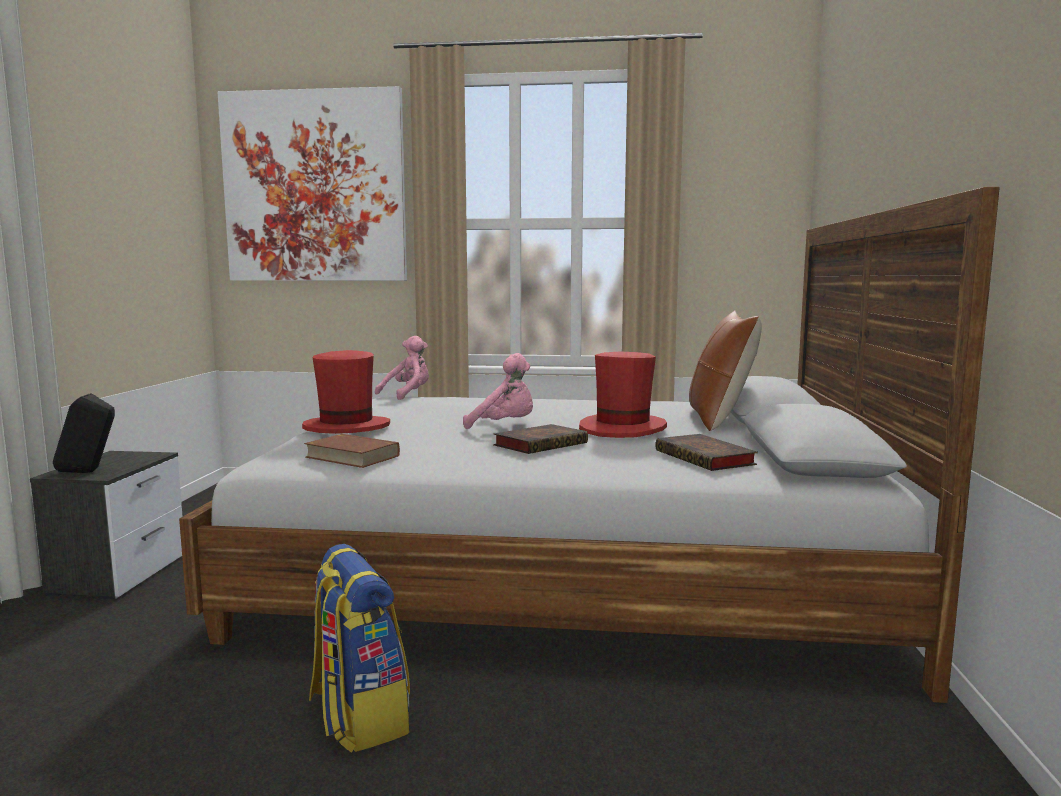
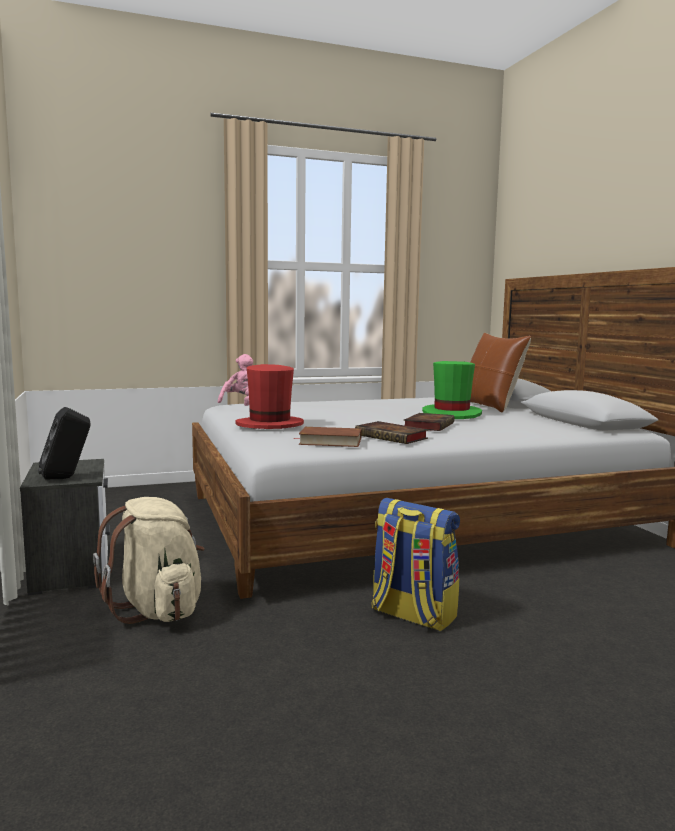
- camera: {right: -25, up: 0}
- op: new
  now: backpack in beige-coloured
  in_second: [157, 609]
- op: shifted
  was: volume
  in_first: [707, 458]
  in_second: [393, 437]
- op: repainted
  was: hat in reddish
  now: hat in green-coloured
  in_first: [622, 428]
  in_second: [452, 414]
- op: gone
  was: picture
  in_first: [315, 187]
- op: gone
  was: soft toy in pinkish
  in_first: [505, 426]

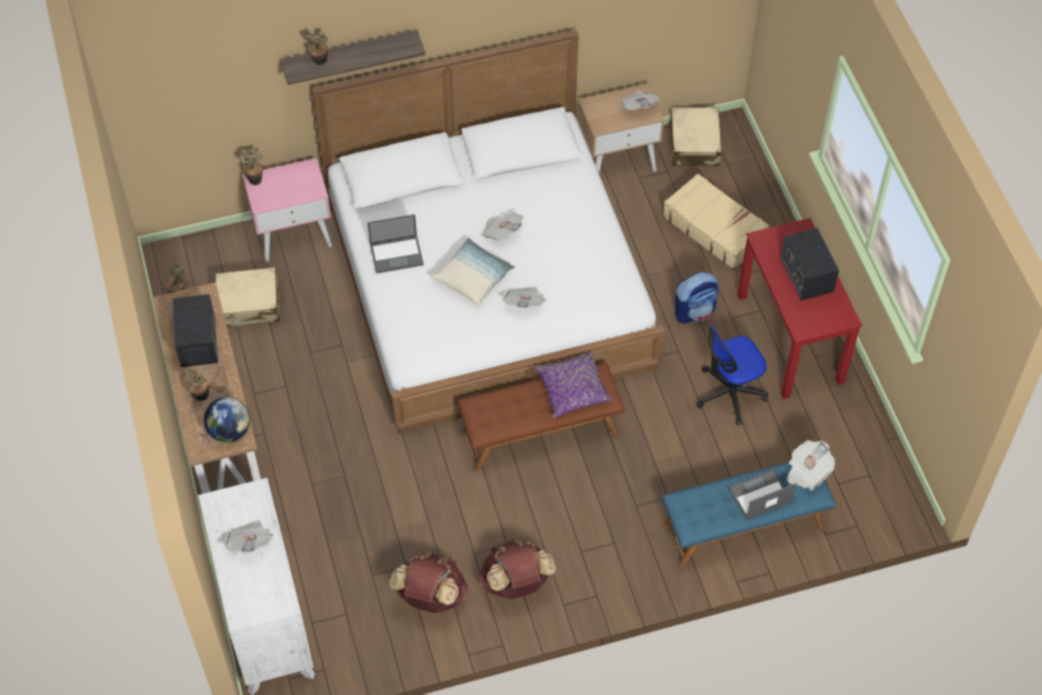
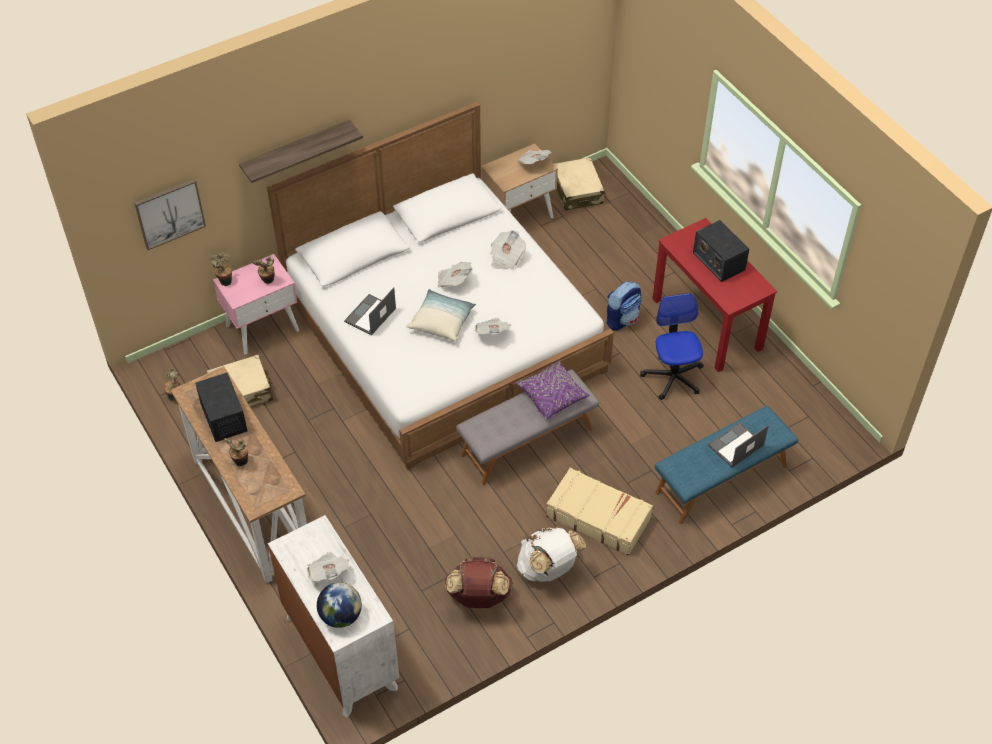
- camera: {right: -15, up: -5}
- op: new
  now: picture
  in_second: [169, 213]
- op: shifted
  was: plant in a pot
  in_first: [319, 61]
  in_second: [267, 281]
- op: shifted
  was: globe
  in_first: [230, 431]
  in_second: [341, 616]
- op: rotated
  was: laptop
  in_first: [397, 254]
  in_second: [370, 315]
  clockwise: 150
- op: repainted
  was: long seat in brown
  now: long seat in greyish
  in_first: [540, 431]
  in_second: [527, 441]
- op: shifted
  was: printed paper
  in_first: [807, 471]
  in_second: [506, 258]
- op: repainted
  was: backpack in brown
  now: backpack in white
  in_first: [516, 583]
  in_second: [548, 568]
- op: shifted
  was: piece of luggage in beige-coloured
  in_first: [714, 228]
  in_second: [598, 517]
- op: rotated
  was: desk chair
  in_first: [729, 393]
  in_second: [673, 377]
  clockwise: 120

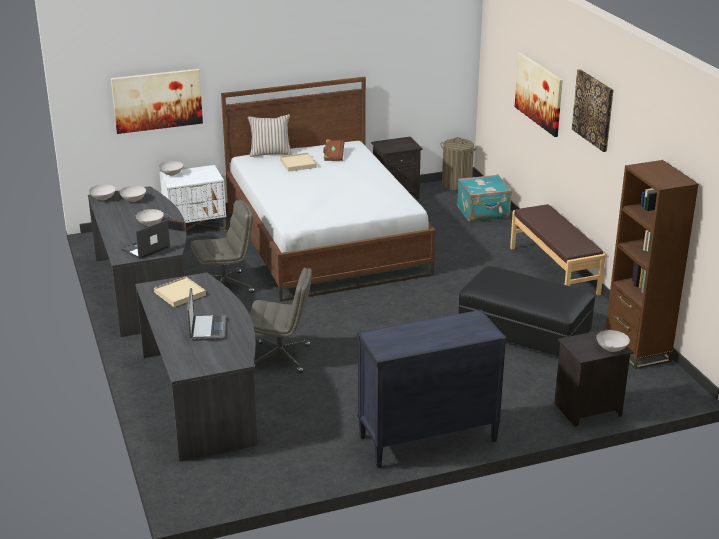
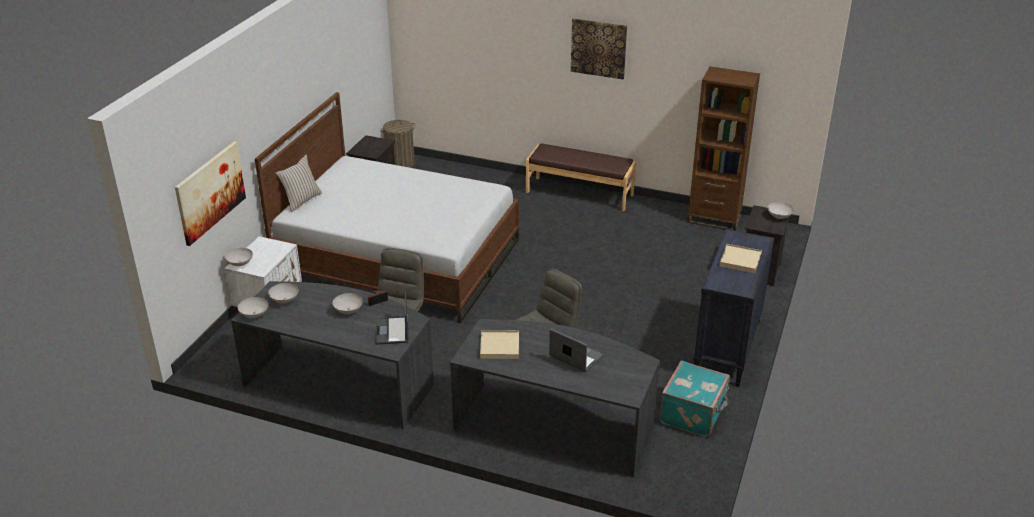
- camera: {right: -50, up: 5}
- op: shifted
  was: piece of luggage in blue-green
  in_first: [483, 213]
  in_second: [694, 414]
- op: shifted
  was: tray in beige-coloured
  in_first: [298, 164]
  in_second: [740, 260]
- op: gone
  was: volume in brown
  in_first: [333, 156]
- op: gone
  was: footrest in blackish
  in_first: [524, 331]
- op: gone
  was: picture
  in_first: [539, 93]

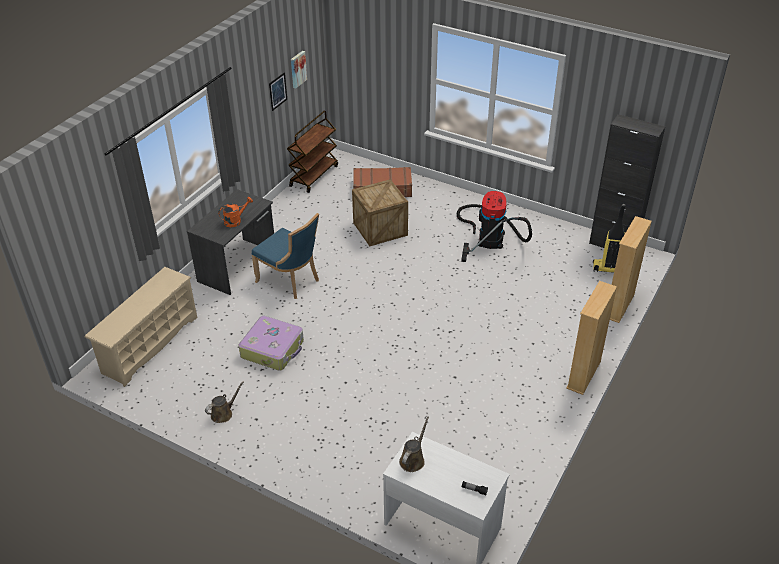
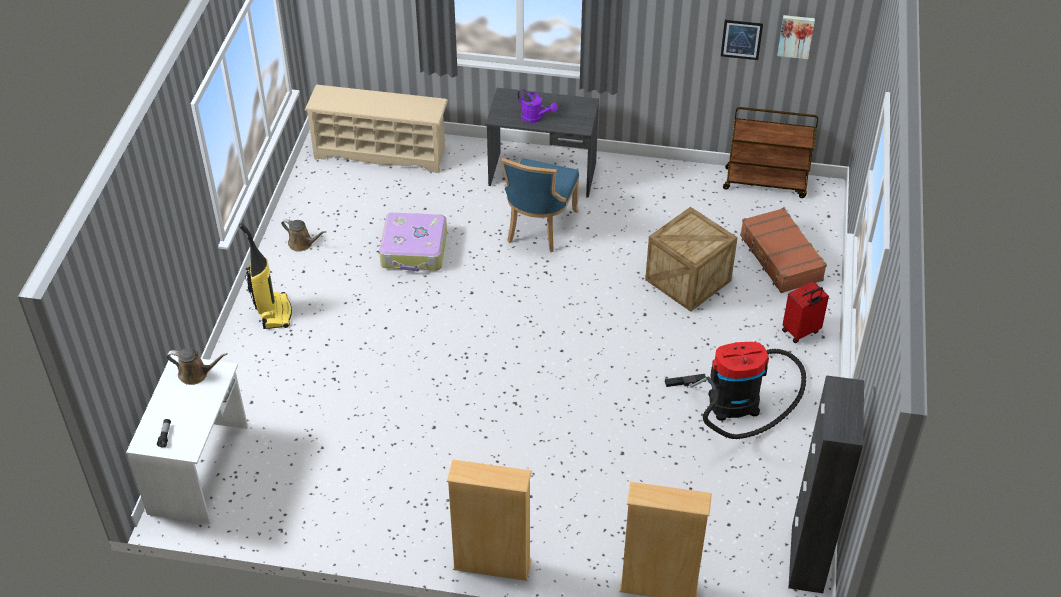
- camera: {right: 70, up: 5}
- op: shifted
  was: vacuum cleaner
  in_first: [608, 269]
  in_second: [274, 312]
- op: repainted
  was: sprinkling can in orange
  now: sprinkling can in purple-coloured
  in_first: [235, 221]
  in_second: [535, 118]
- op: new
  now: piece of luggage in reddish
  in_second: [801, 332]

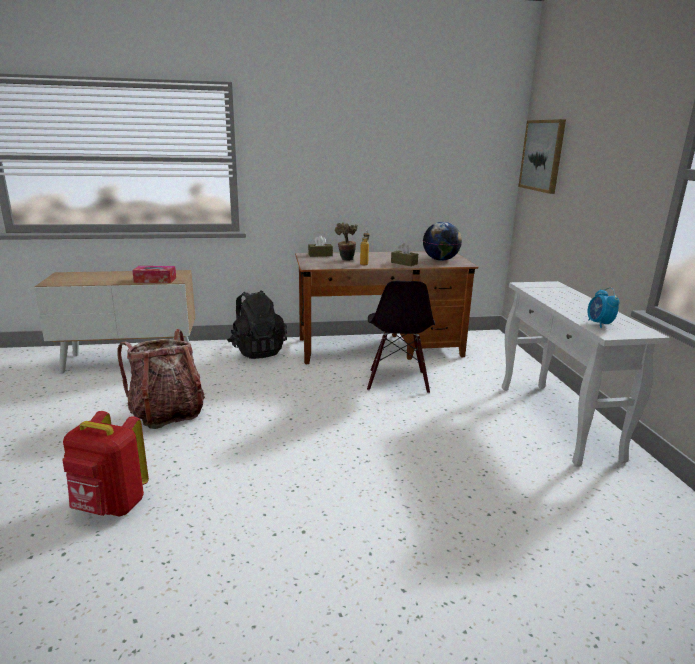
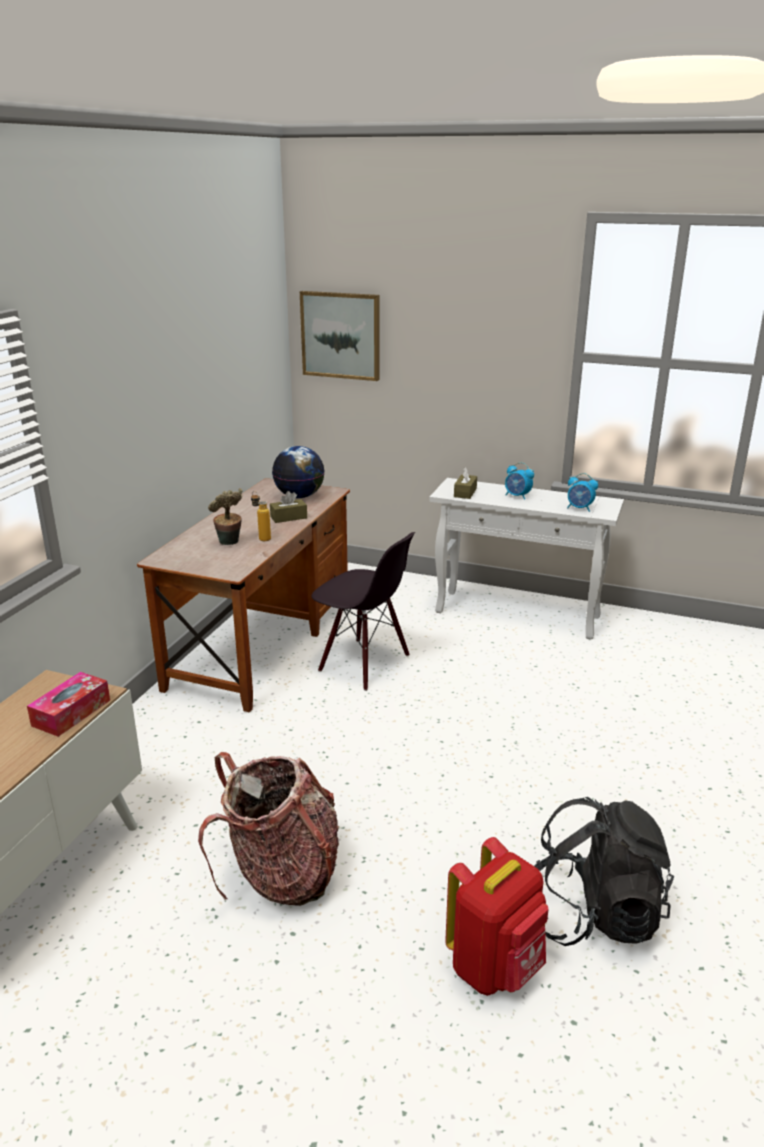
- camera: {right: -60, up: 5}
- op: shifted
  was: box of tissues in brown
  in_first: [320, 255]
  in_second: [465, 492]
- op: new
  now: bedside clock
  in_second: [517, 496]
- op: shifted
  was: backpack in blackish
  in_first: [257, 351]
  in_second: [594, 915]

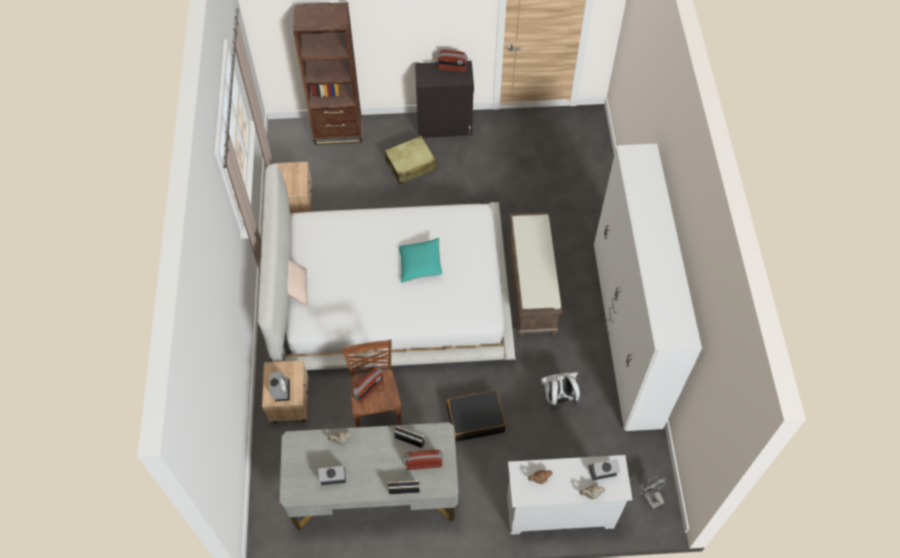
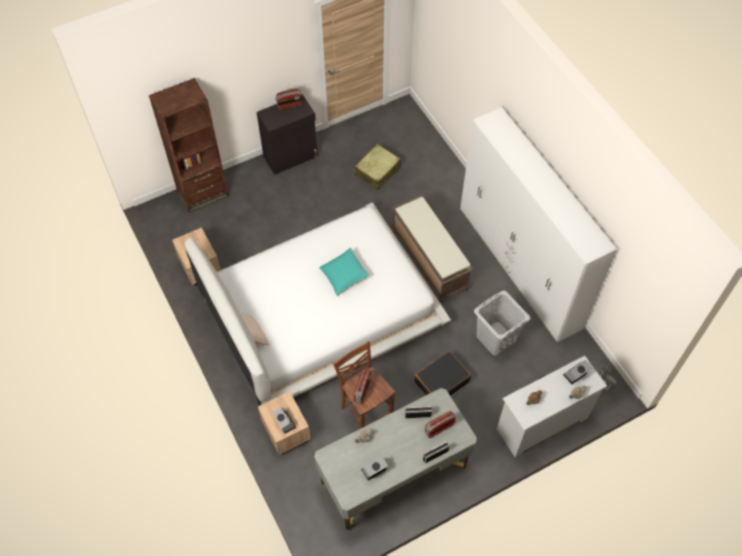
- camera: {right: -25, up: 0}
- op: shifted
  was: piece of luggage in beige-coloured
  in_first: [411, 165]
  in_second: [378, 171]
- op: swapped
  was: backpack in white
  now: washing basket in greyish
  in_first: [558, 399]
  in_second: [496, 338]

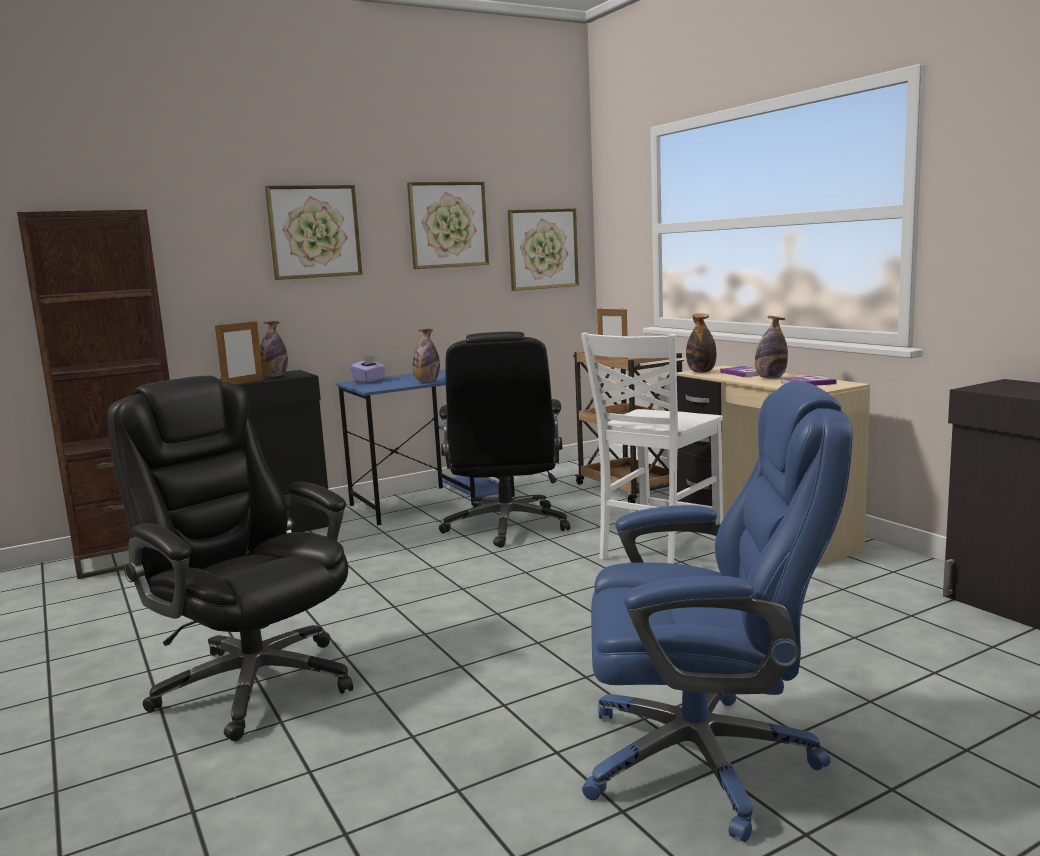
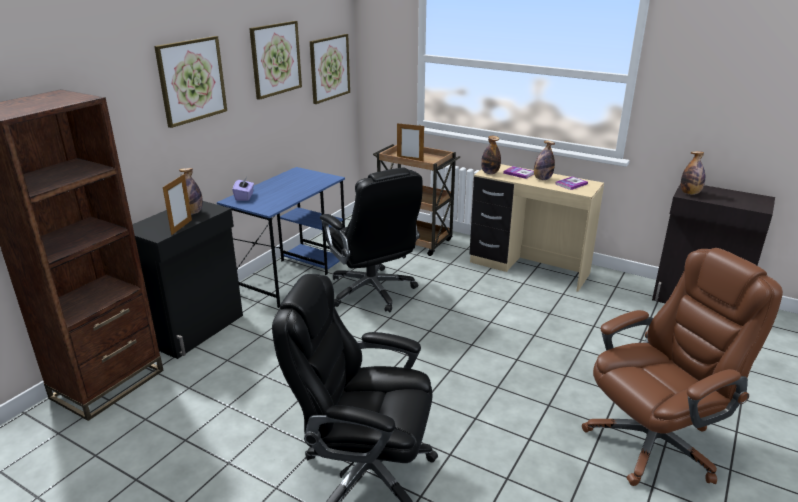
- camera: {right: -30, up: 15}
- op: repainted
  was: desk chair in blue
  now: desk chair in brown
  in_first: [704, 759]
  in_second: [654, 442]
- op: shifted
  was: drink bottle
  in_first: [427, 381]
  in_second: [690, 193]
- op: gone
  was: upright chair in white
  in_first: [657, 550]

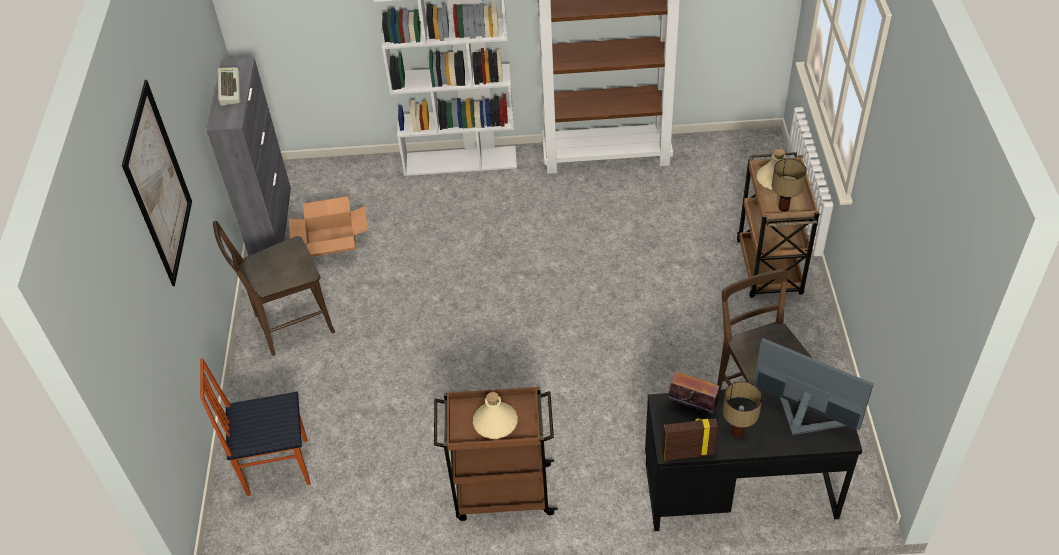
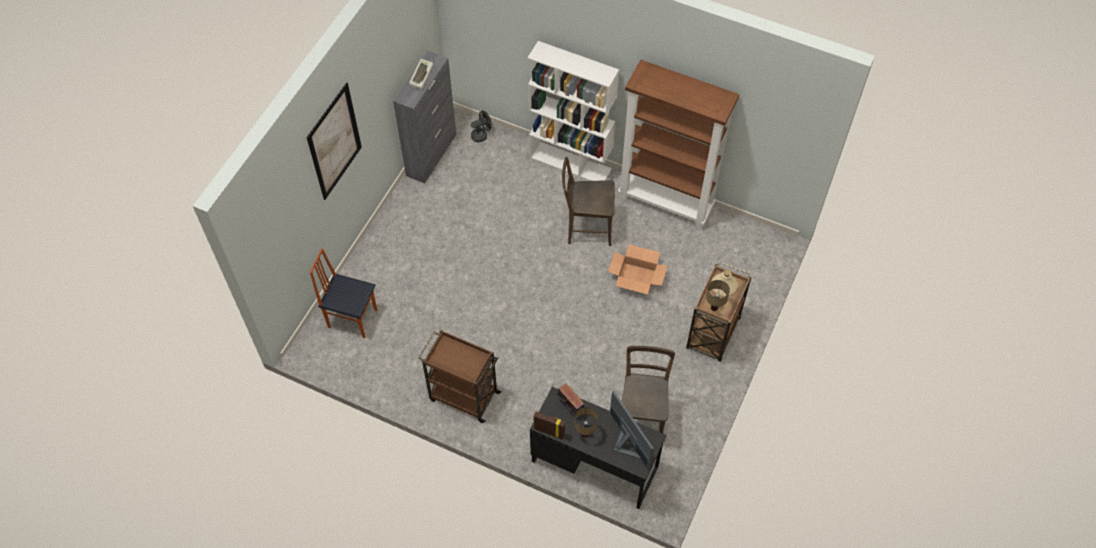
- camera: {right: 25, up: 10}
- op: new
  now: fan in blackish
  in_second: [481, 135]
- op: shifted
  was: upright chair in brown
  in_first: [289, 325]
  in_second: [586, 228]
- op: shifted
  was: carton
  in_first: [332, 240]
  in_second: [636, 277]
- op: gone
  was: drink bottle in beige-coloured
  in_first: [495, 422]

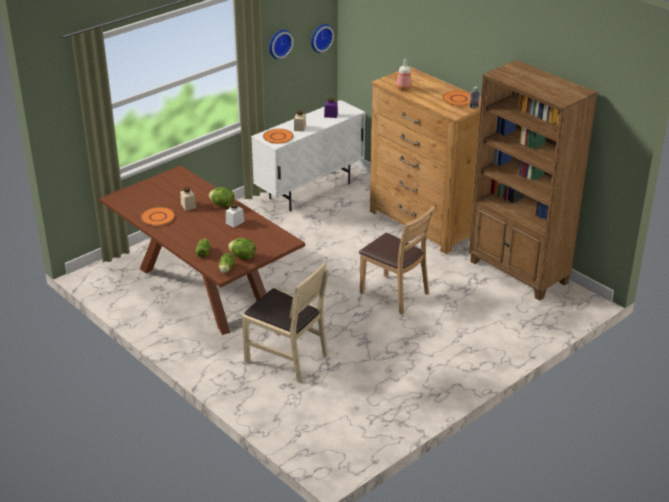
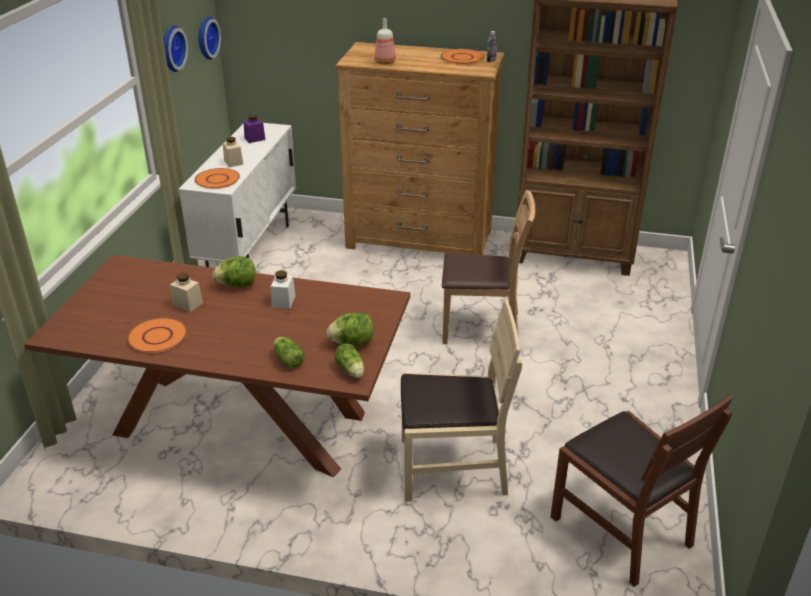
- camera: {right: -35, up: 0}
- op: new
  now: upright chair in brown
  in_second: [621, 529]

